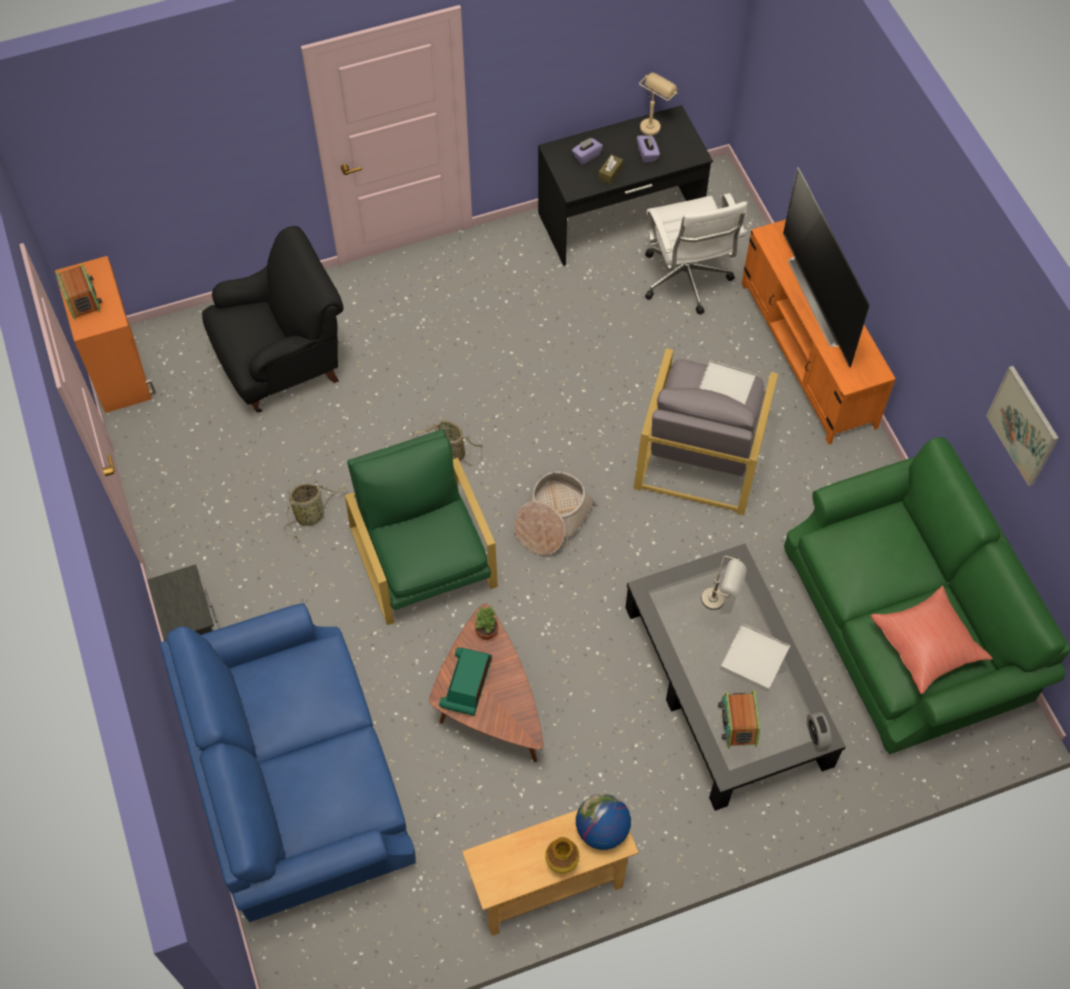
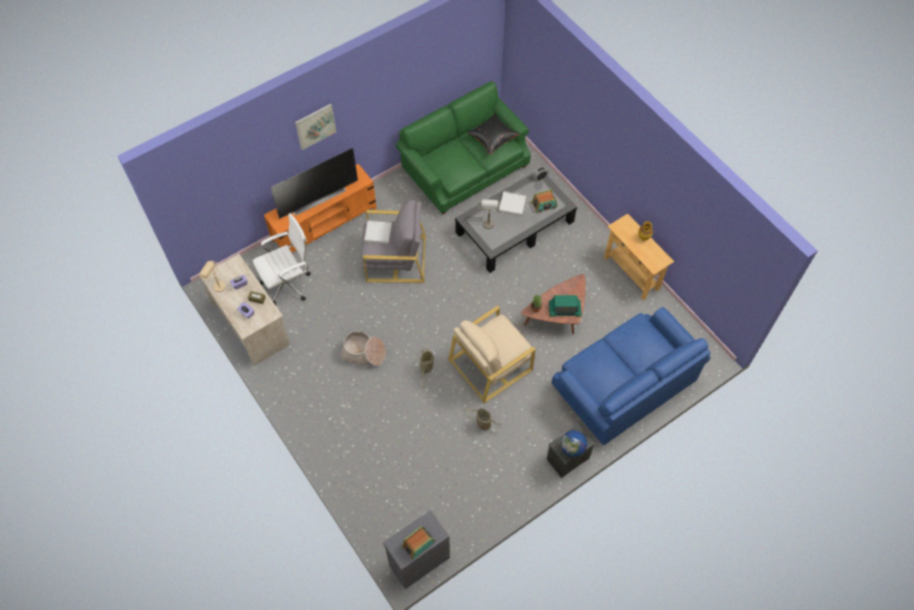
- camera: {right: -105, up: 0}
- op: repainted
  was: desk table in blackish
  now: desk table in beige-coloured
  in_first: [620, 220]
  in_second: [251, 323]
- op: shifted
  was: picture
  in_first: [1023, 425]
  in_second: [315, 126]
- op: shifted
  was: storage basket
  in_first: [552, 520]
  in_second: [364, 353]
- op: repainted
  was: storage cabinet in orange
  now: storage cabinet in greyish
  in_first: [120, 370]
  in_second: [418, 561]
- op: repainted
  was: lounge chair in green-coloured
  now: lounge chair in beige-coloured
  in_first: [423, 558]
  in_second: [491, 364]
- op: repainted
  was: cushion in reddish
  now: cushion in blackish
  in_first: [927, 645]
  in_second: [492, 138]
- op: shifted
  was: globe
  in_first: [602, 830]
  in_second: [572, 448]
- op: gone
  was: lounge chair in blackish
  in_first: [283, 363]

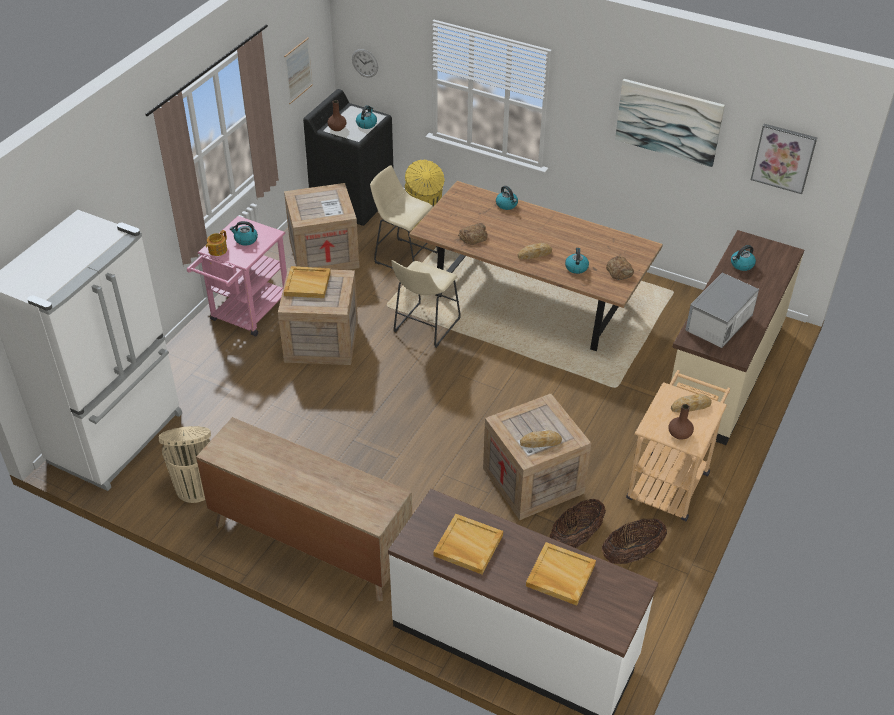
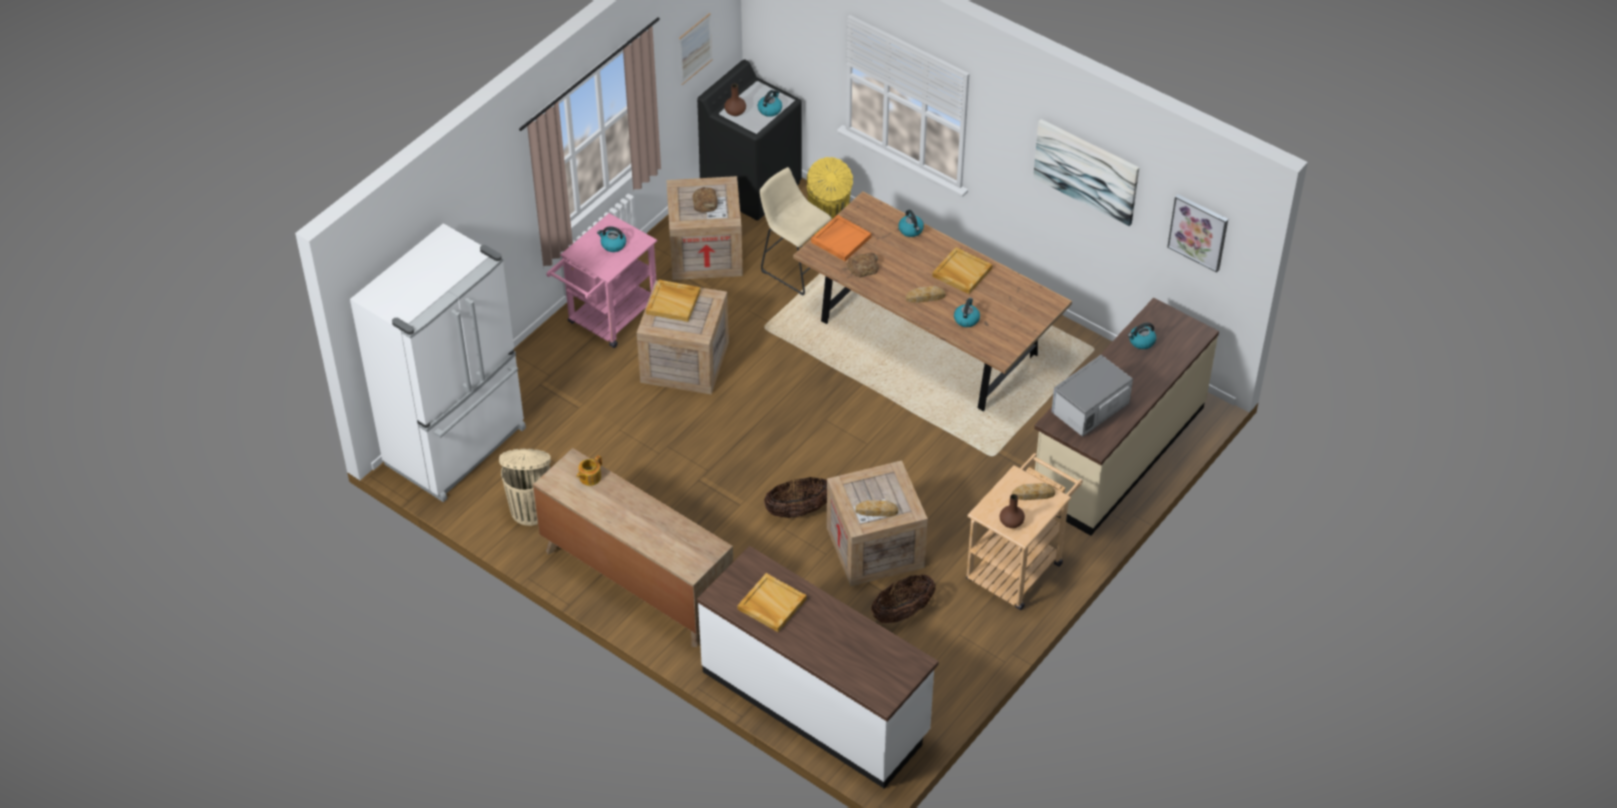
- camera: {right: 10, up: 5}
- op: shifted
  was: pot for tea
  in_first: [217, 250]
  in_second: [589, 477]
- op: shifted
  was: bread
  in_first: [620, 271]
  in_second: [705, 203]
- op: shifted
  was: storage basket
  in_first: [631, 554]
  in_second: [798, 510]
- op: new
  now: tray in orange
  in_second: [841, 239]
- op: shifted
  was: tray in beige-coloured
  in_first: [560, 575]
  in_second: [961, 272]
- op: gone
  was: wall clock
  in_first: [365, 63]
- op: gone
  was: stool in beige-coloured
  in_first: [424, 327]

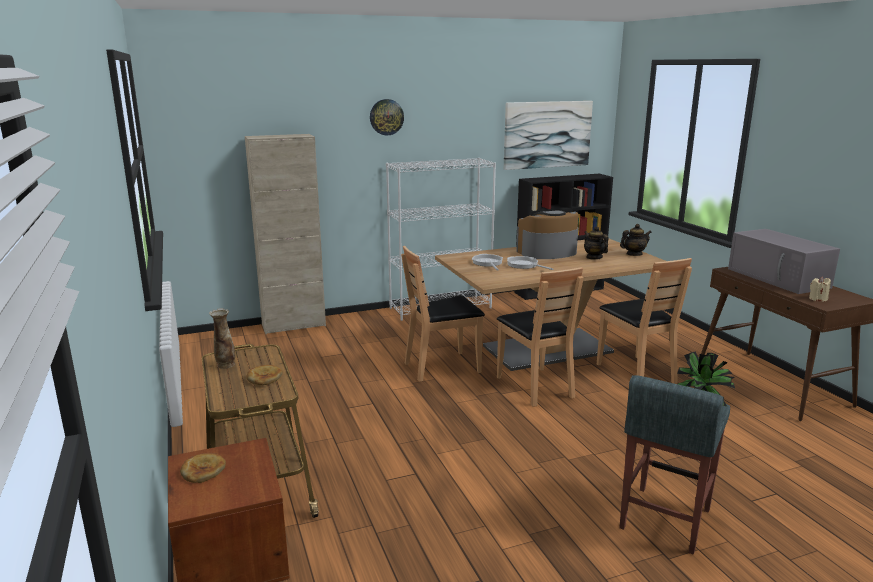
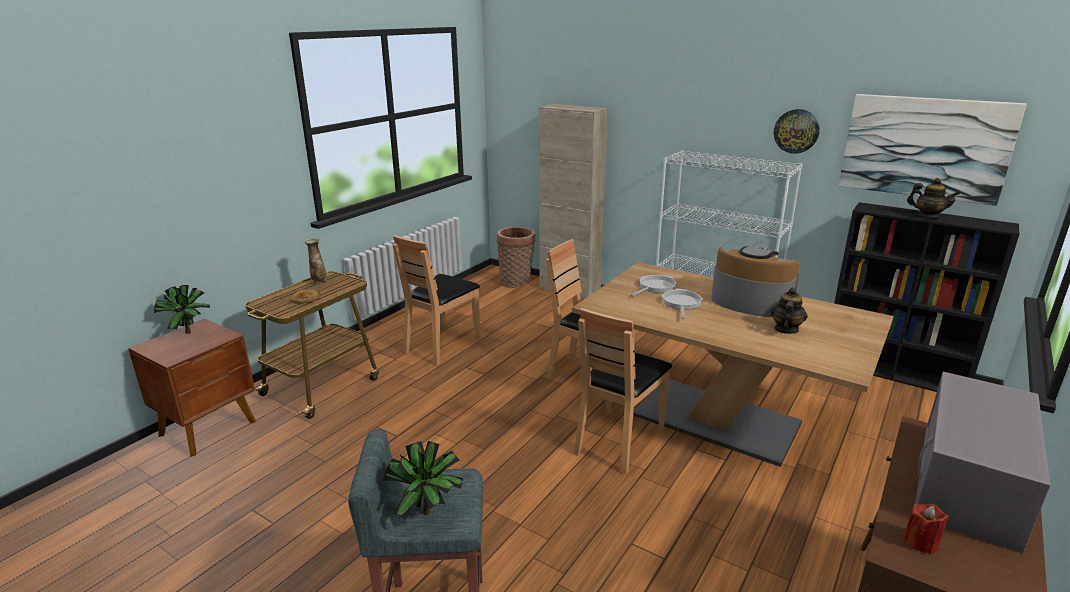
- camera: {right: 55, up: 5}
- op: swapped
  was: bread
  now: plant in a pot
  in_first: [203, 470]
  in_second: [190, 333]
- op: shifted
  was: upright chair in brown
  in_first: [636, 373]
  in_second: [442, 346]
- op: new
  now: storage basket
  in_second: [516, 282]
- op: shifted
  was: wall clock
  in_first: [386, 117]
  in_second: [796, 131]
- op: repainted
  was: wax candle in beige-coloured
  now: wax candle in reddish
  in_first: [818, 299]
  in_second: [921, 542]
- op: shifted
  was: pot for tea
  in_first: [634, 254]
  in_second: [928, 217]

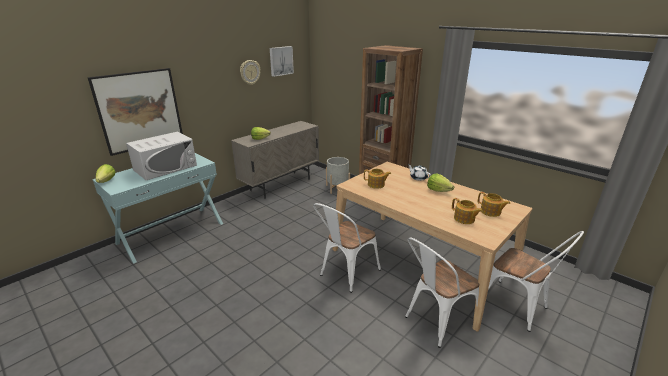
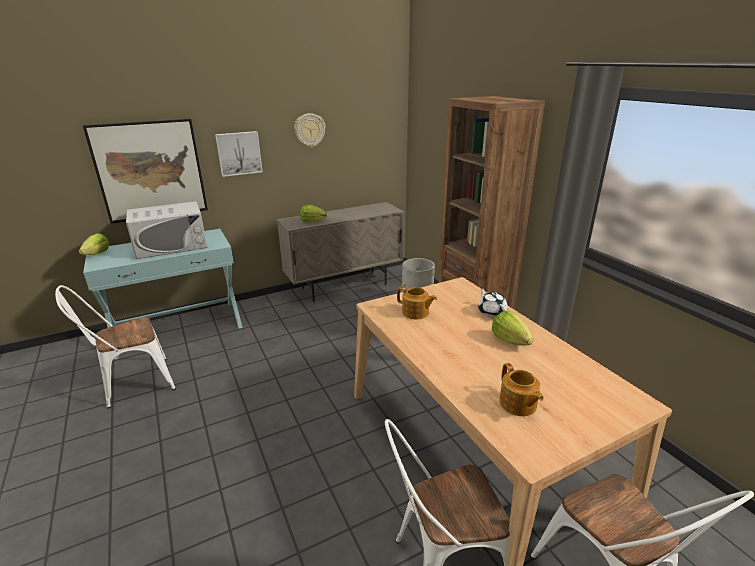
- camera: {right: 20, up: 0}
- op: shifted
  was: upright chair in white
  in_first: [346, 274]
  in_second: [132, 385]
- op: shifted
  was: picture
  in_first: [281, 61]
  in_second: [239, 153]
- op: gone
  was: pot for tea
  in_first: [491, 212]

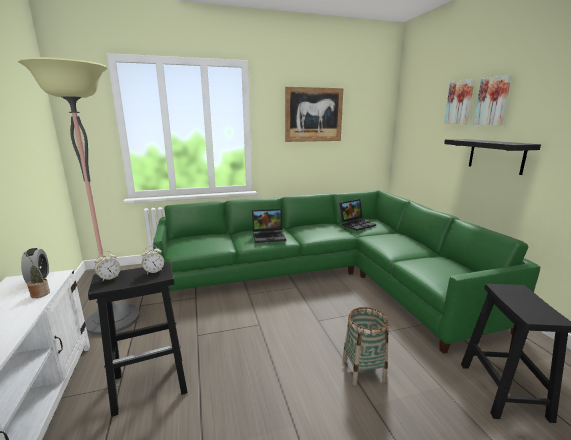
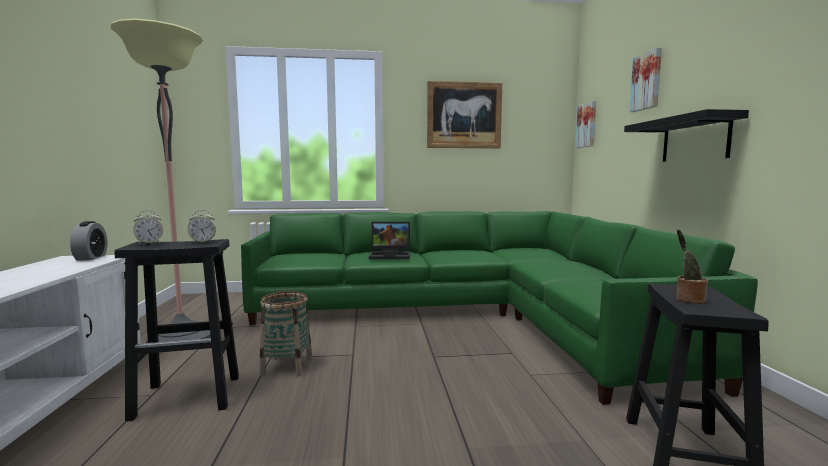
- camera: {right: 10, up: -10}
- op: shifted
  was: storage basket
  in_first: [363, 370]
  in_second: [287, 366]
- op: shifted
  was: picture
  in_first: [493, 101]
  in_second: [587, 125]
- op: shifted
  was: plant in a pot
  in_first: [39, 293]
  in_second: [688, 299]
- op: gone
  was: laptop
  in_first: [356, 224]

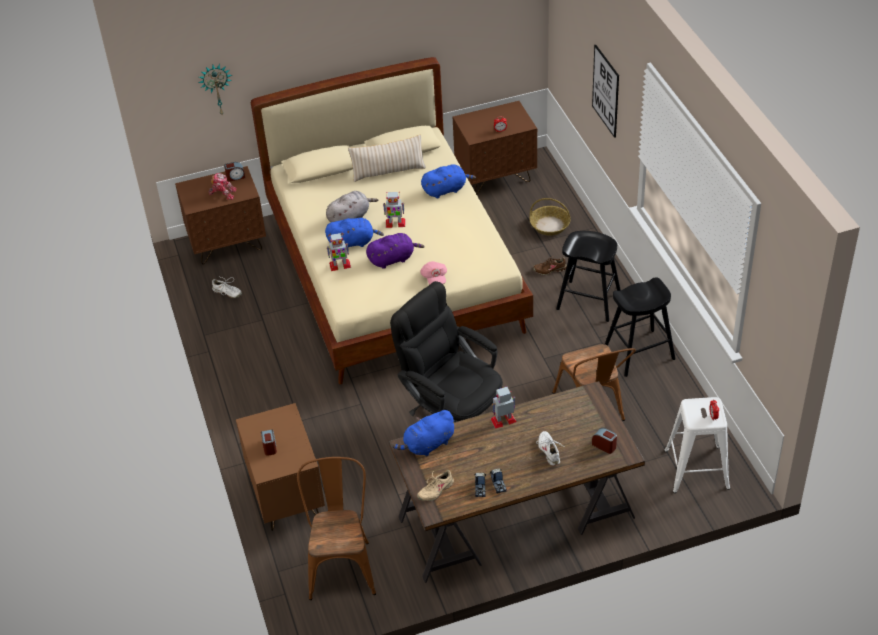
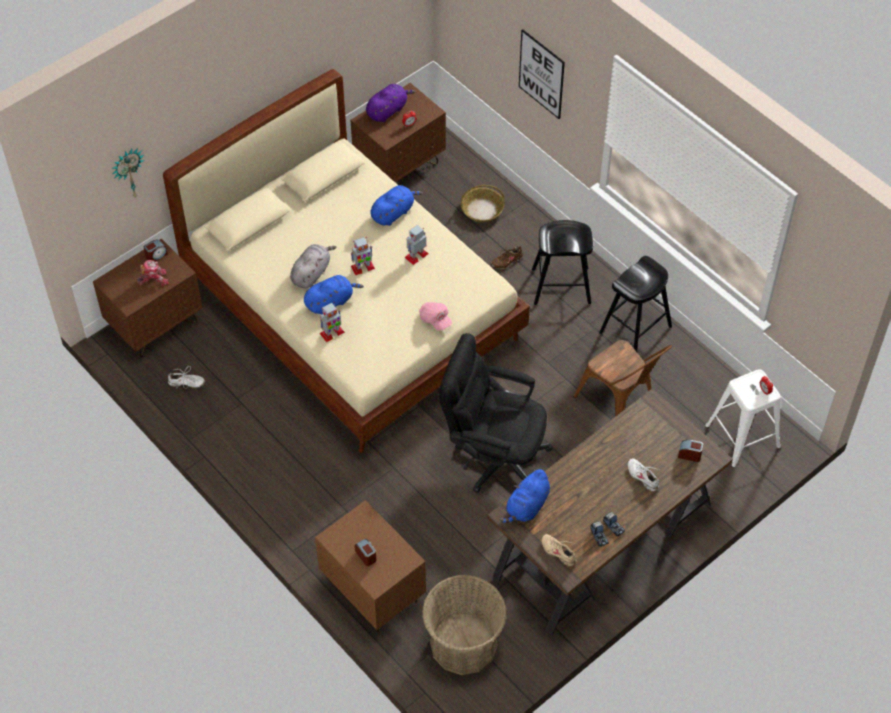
- camera: {right: -25, up: 10}
- op: shifted
  was: soft toy in purple-coloured
  in_first: [393, 259]
  in_second: [388, 110]
- op: shifted
  was: toy robot
  in_first: [503, 420]
  in_second: [416, 255]
- op: swapped
  was: upright chair in brown
  now: storage basket
  in_first: [342, 564]
  in_second: [463, 643]
- op: rotated
  was: low shoe in beige-coloured
  in_first: [435, 490]
  in_second: [558, 552]
  clockwise: 105
- op: gone
  was: cushion in beige-coloured
  in_first: [388, 171]

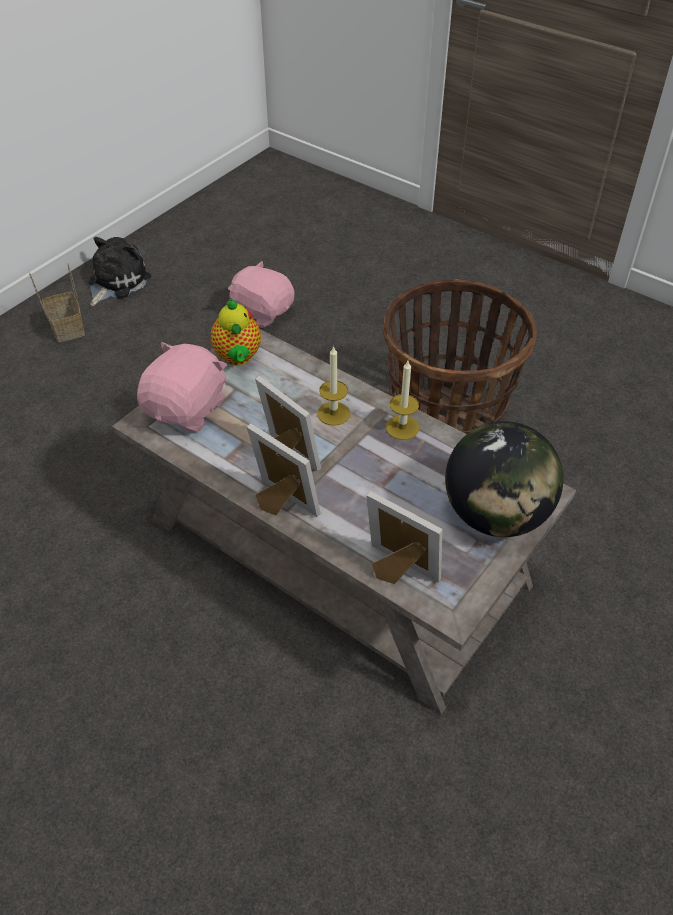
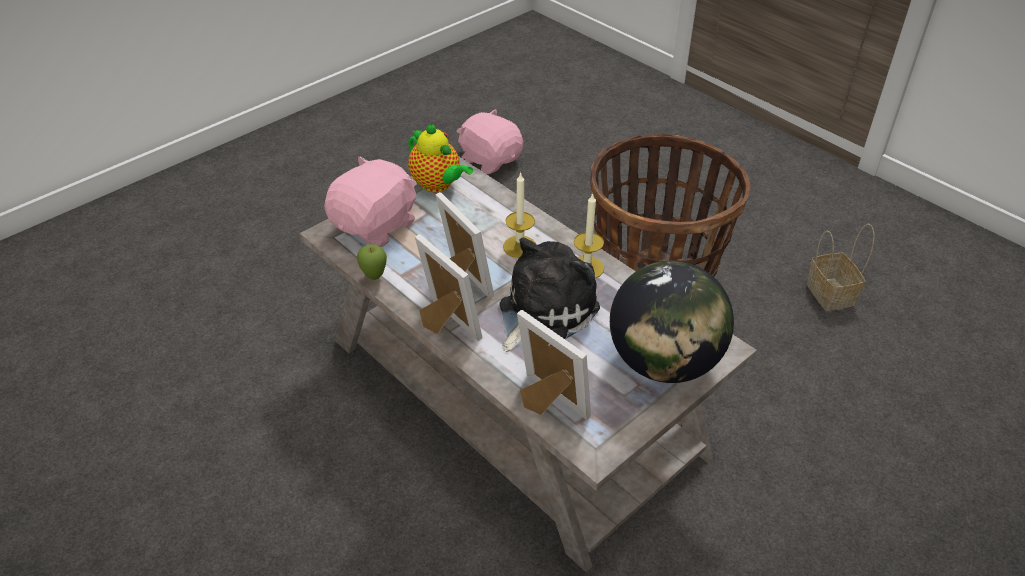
- camera: {right: 10, up: -5}
- op: new
  now: apple fruit
  in_second: [374, 277]
- op: rotated
  was: pot for tea
  in_first: [238, 357]
  in_second: [438, 185]
  clockwise: -45
- op: shifted
  was: soft toy
  in_first: [116, 282]
  in_second: [543, 311]
- op: shifted
  was: storage basket
  in_first: [66, 328]
  in_second: [828, 293]

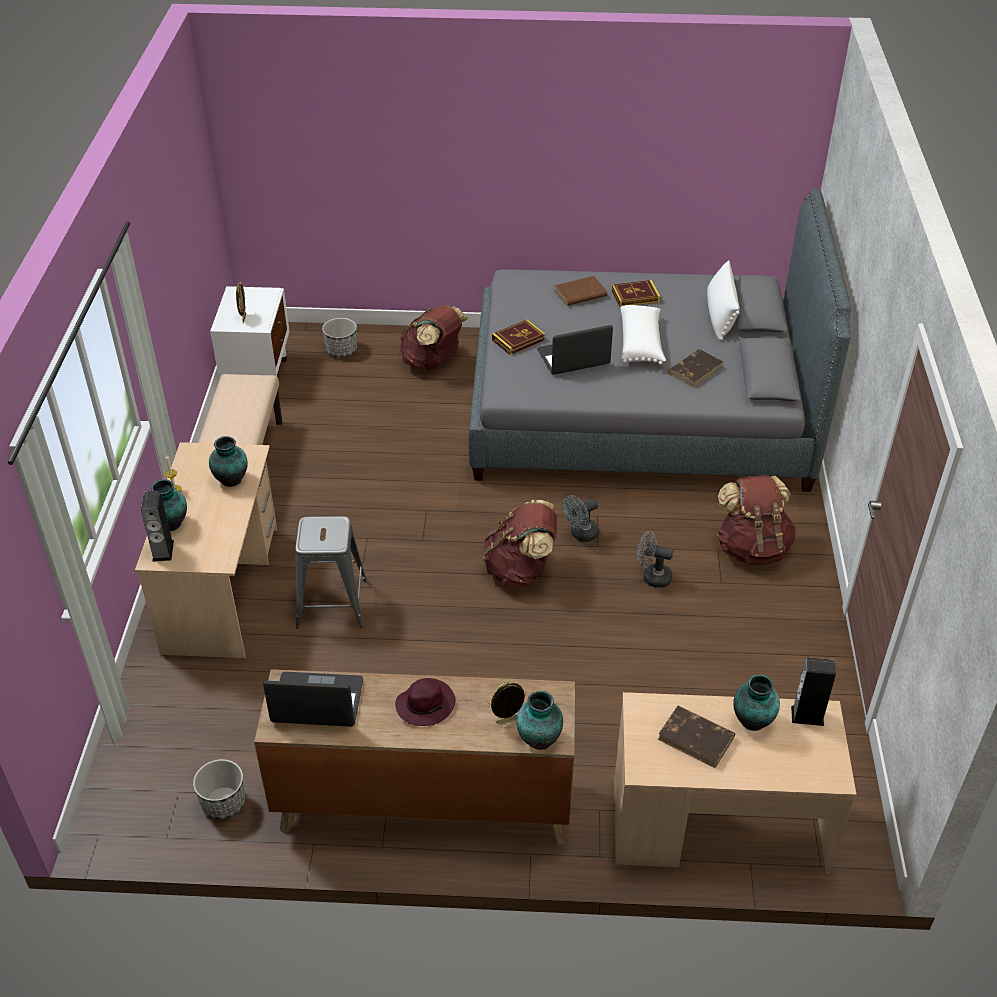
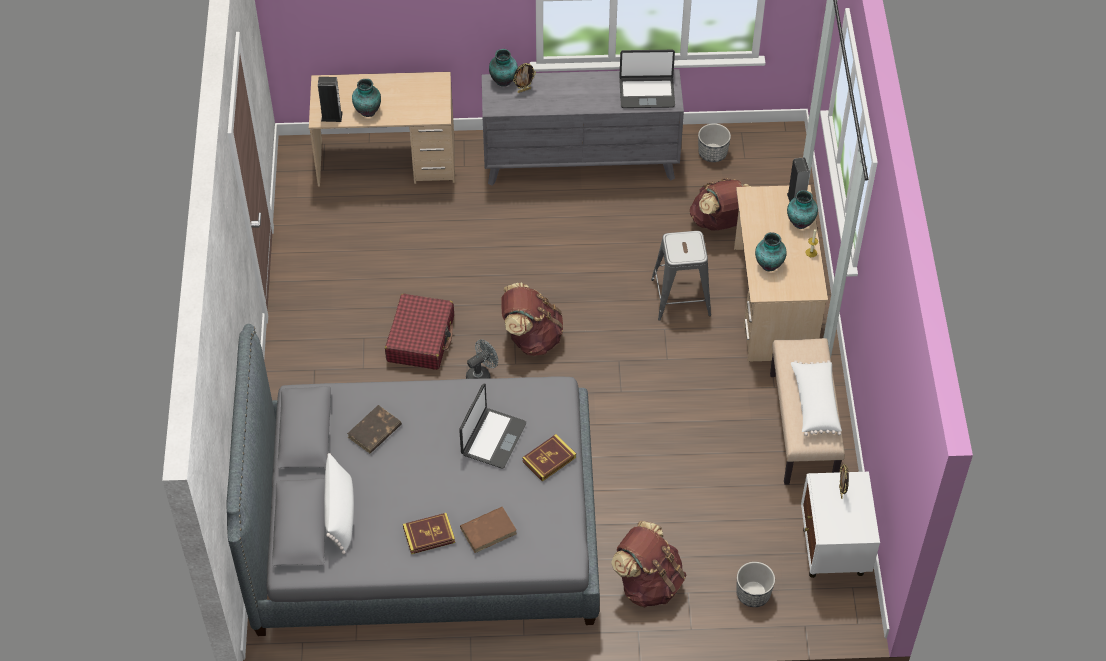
- camera: {right: 175, up: 10}
- op: swapped
  was: fan in greyish
  now: piece of luggage in reddish
  in_first: [652, 577]
  in_second: [421, 339]
- op: rotated
  was: laptop
  in_first: [573, 358]
  in_second: [492, 438]
  clockwise: -45
- op: repainted
  was: dresser in brown
  now: dresser in greyish
  in_first: [423, 804]
  in_second: [581, 161]
- op: shifted
  was: backpack in brown
  in_first: [752, 548]
  in_second: [720, 222]
- op: shifted
  was: cushion in white
  in_first: [641, 344]
  in_second: [814, 403]
- op: gone
  was: hat in purple-coloured
  in_first: [426, 704]
- op: gone
  was: volume in brown
  in_first: [696, 738]

